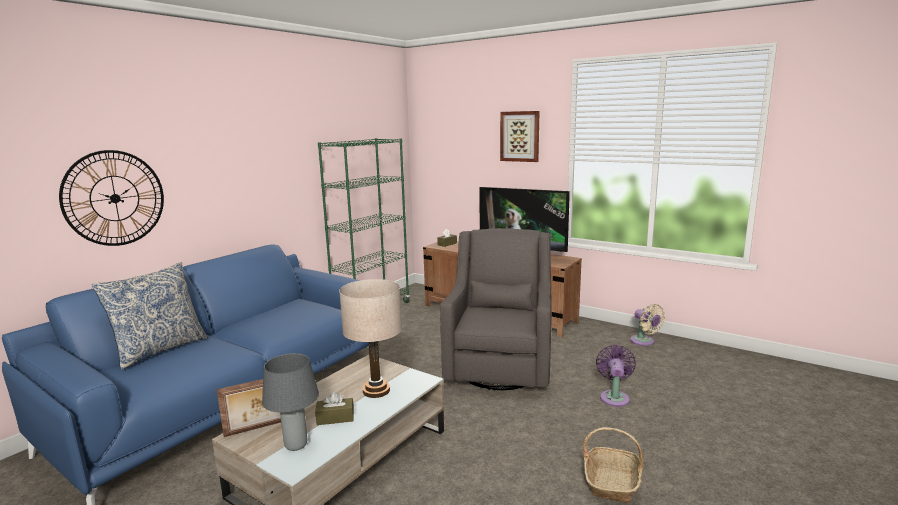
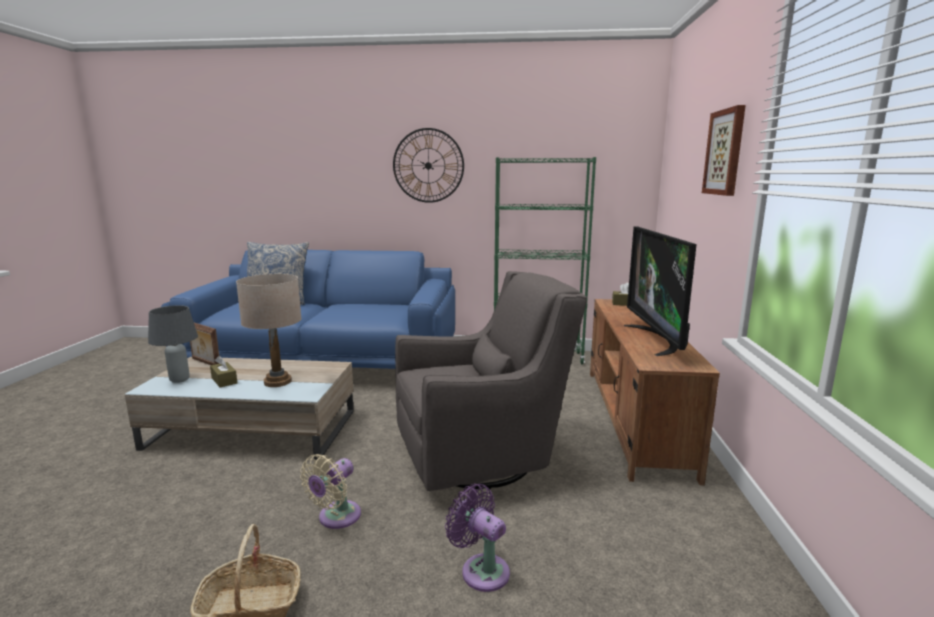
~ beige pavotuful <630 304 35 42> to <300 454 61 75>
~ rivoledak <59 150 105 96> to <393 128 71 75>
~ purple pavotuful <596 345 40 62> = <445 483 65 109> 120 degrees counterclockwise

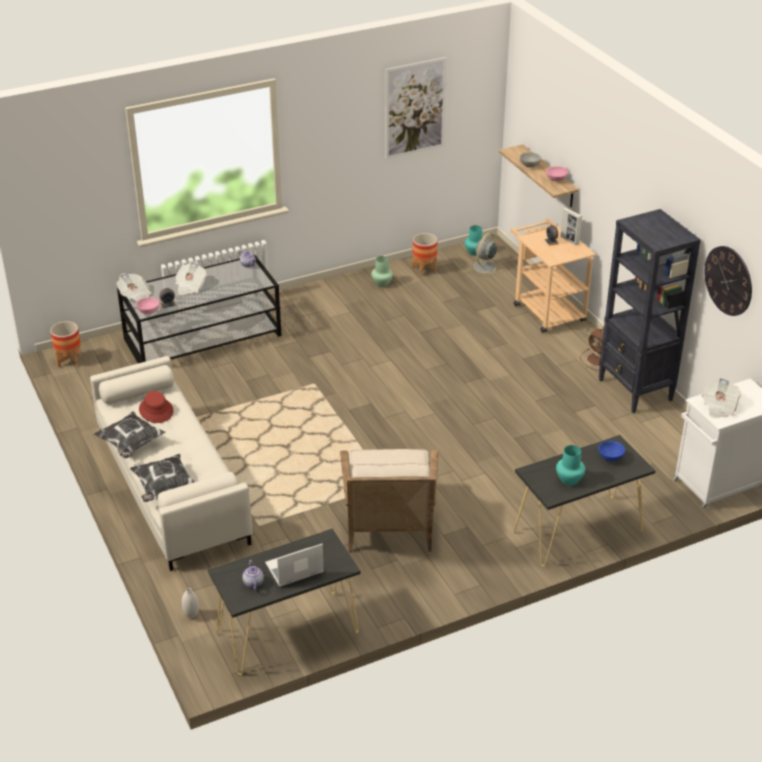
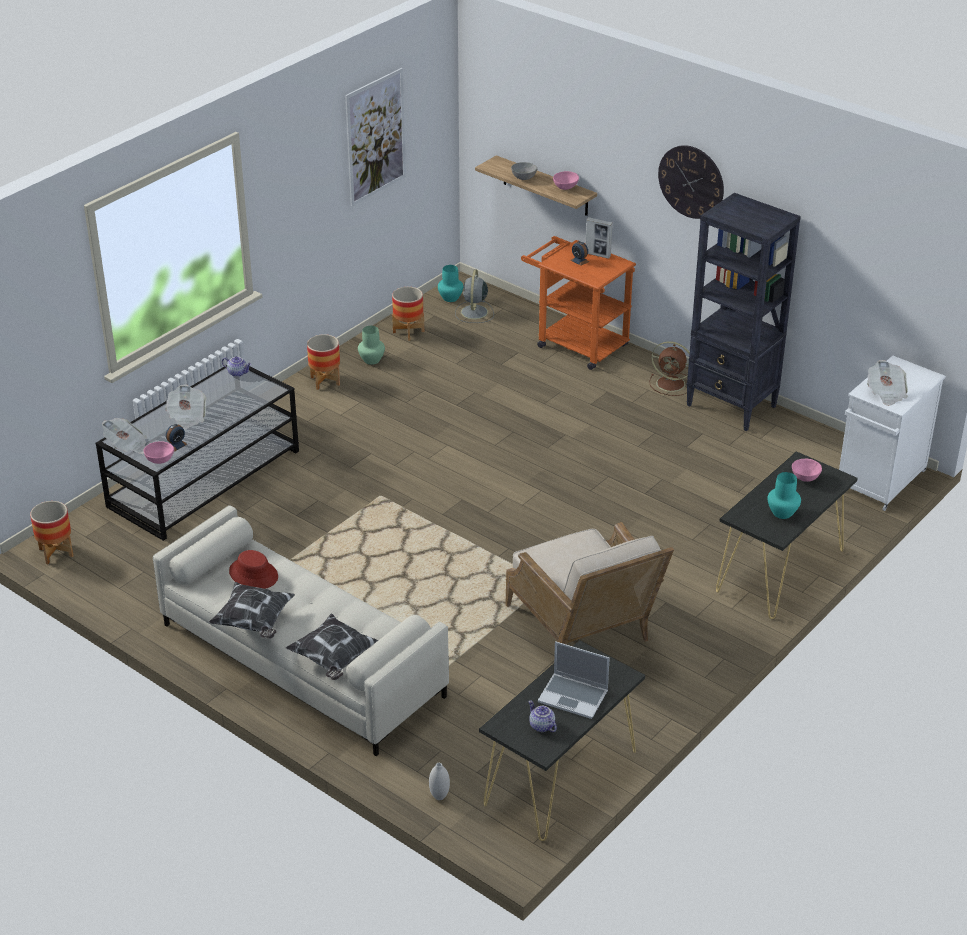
+ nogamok <307 334 33 56>
~ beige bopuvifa <510 219 86 114> to orange bopuvifa <521 236 115 134>
~ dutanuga <265 543 59 44> = <538 641 72 78> 105 degrees counterclockwise
~ rivoledak <705 246 47 70> to <658 145 66 74>
~ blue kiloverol <598 441 27 21> to pink kiloverol <792 459 30 23>

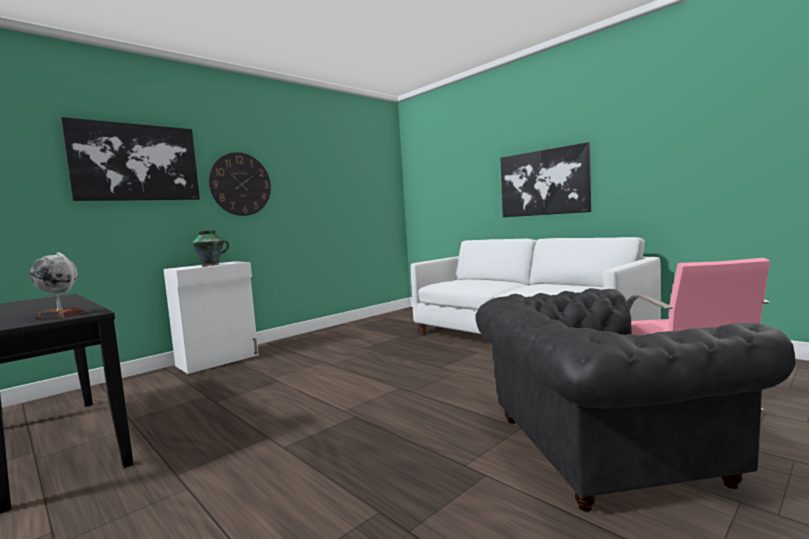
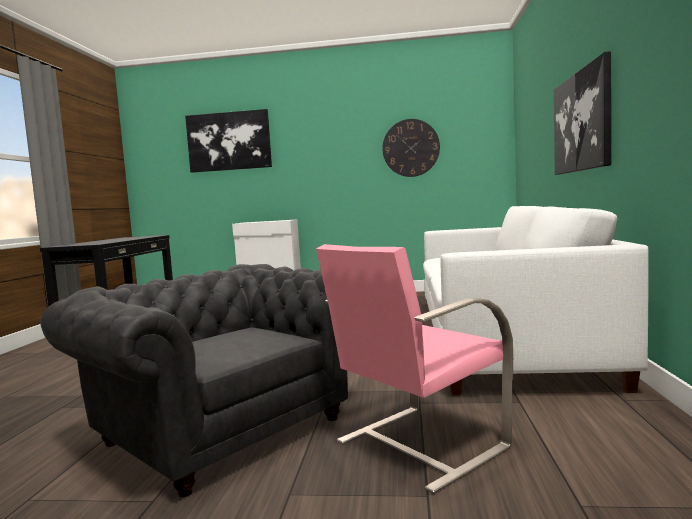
~ rivoledak <209 152 62 64> to <382 119 58 58>
- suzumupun <30 252 55 66>
- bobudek <193 230 36 36>

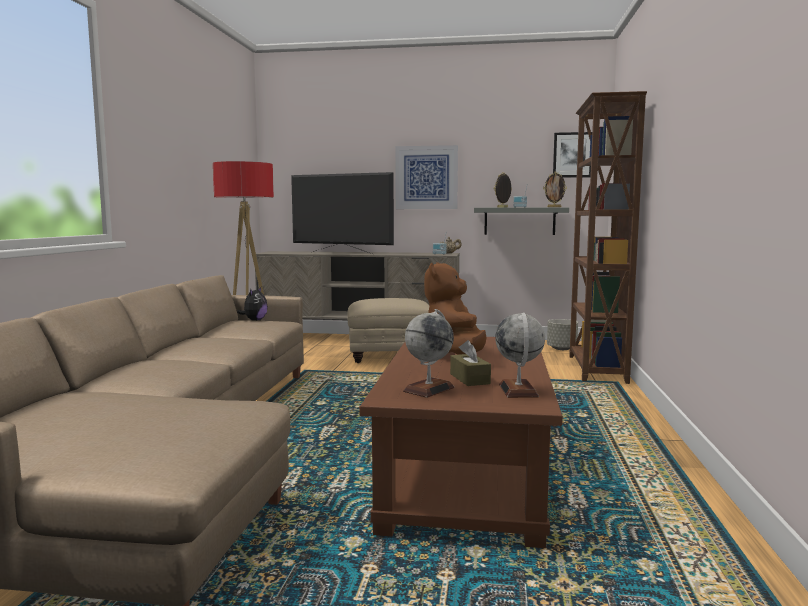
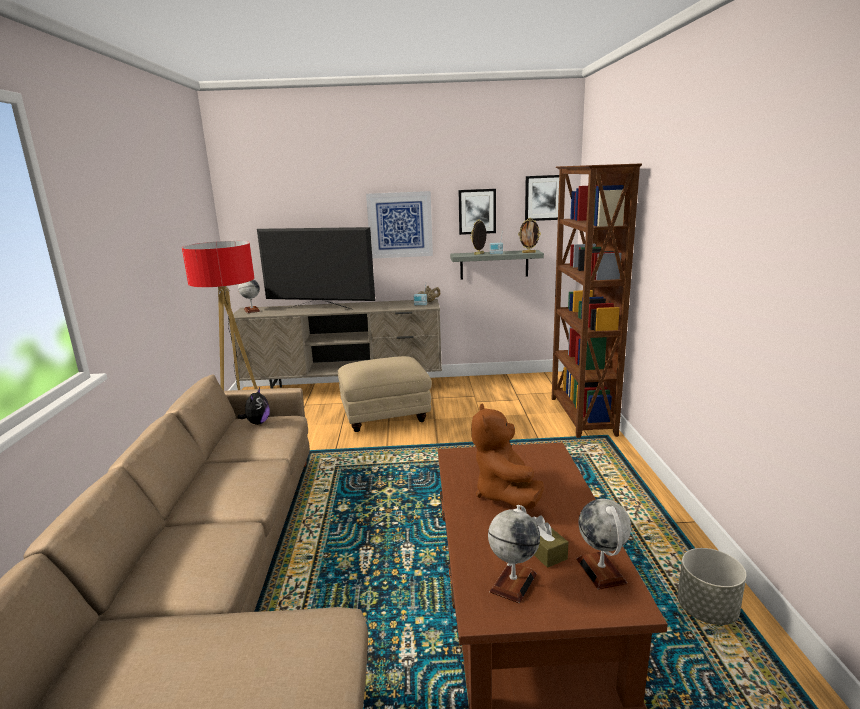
+ suzumupun <238 280 23 33>
+ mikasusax <458 189 38 46>
~ grey nogamok <547 319 31 31> to <678 548 68 77>

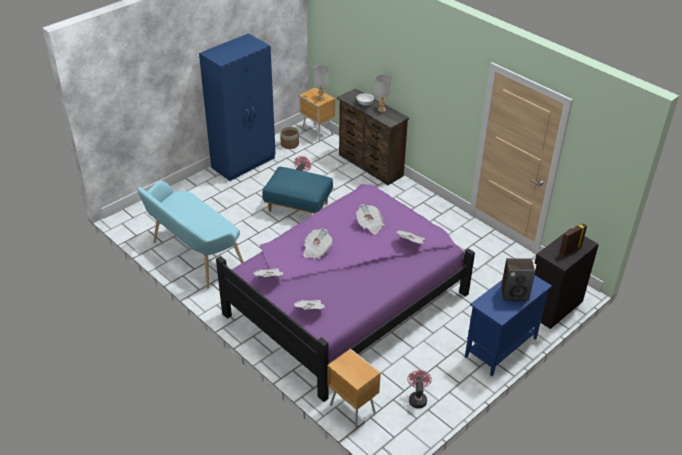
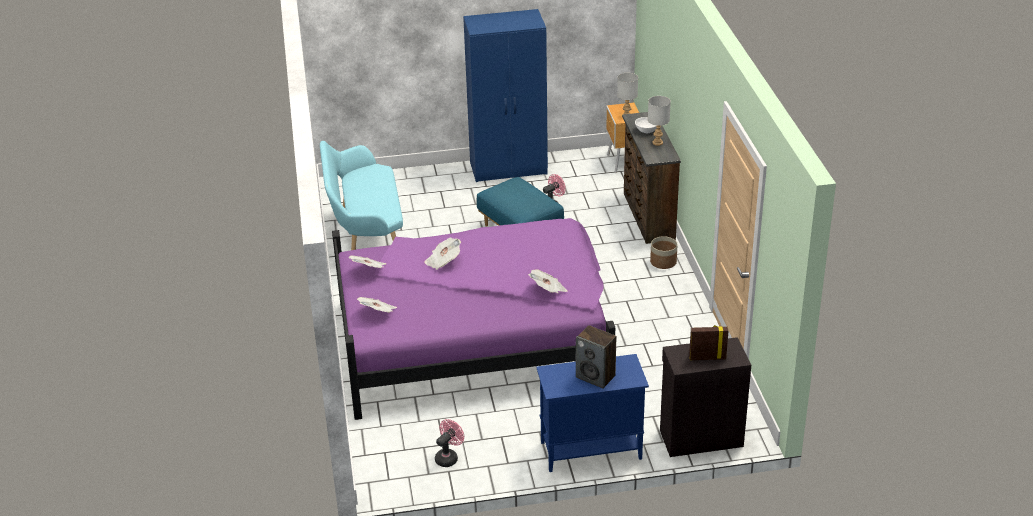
~ nogamok <280 127 19 22> to <650 236 28 33>
- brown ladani <327 349 54 79>
- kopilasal <356 204 29 30>

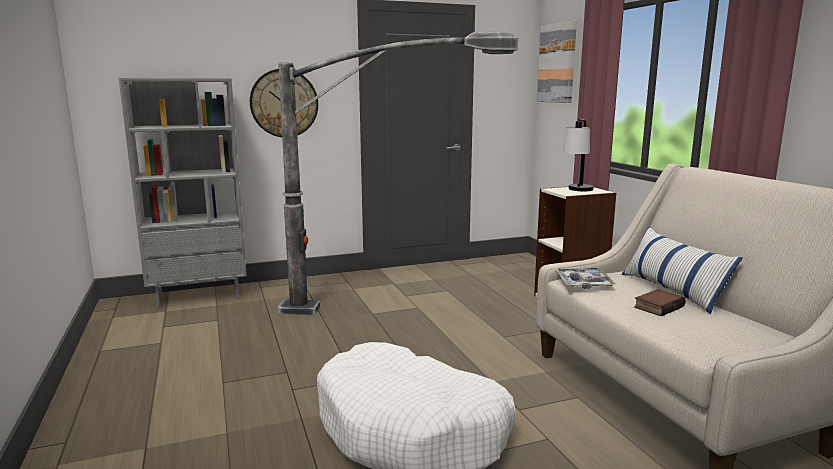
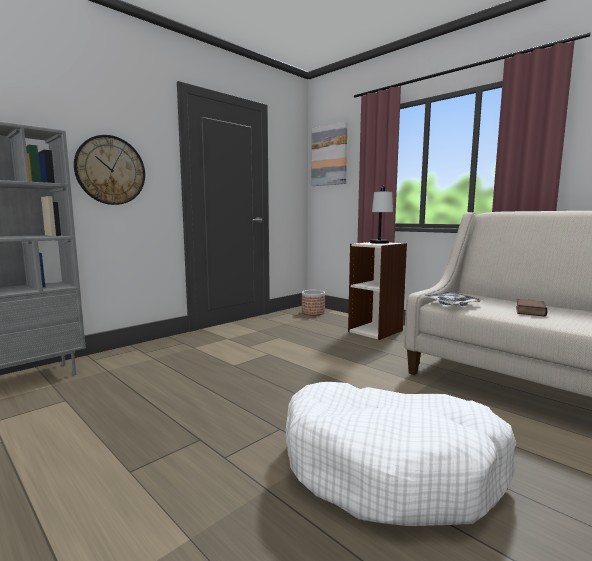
+ nogamok <302 290 23 25>
- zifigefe <278 32 240 283>
- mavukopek <622 227 121 87>

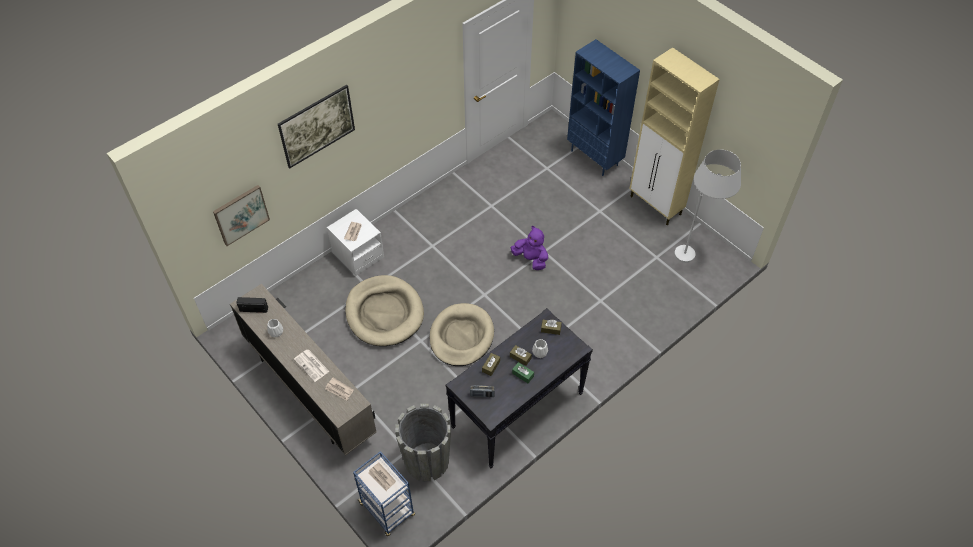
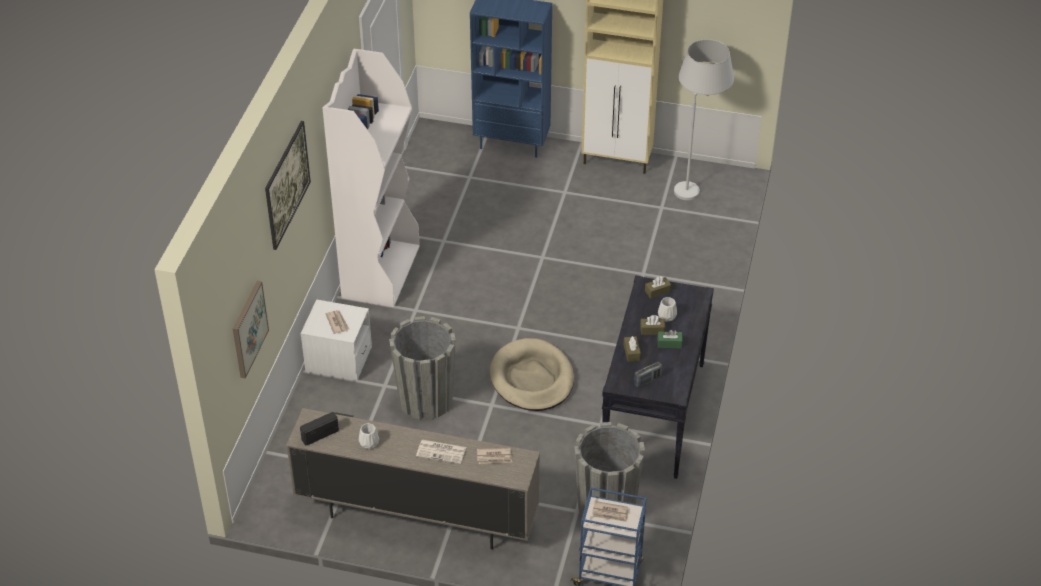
+ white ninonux <323 49 97 258>
~ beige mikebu <345 275 79 71> to grey nogamok <389 316 67 104>
- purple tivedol <511 226 37 44>

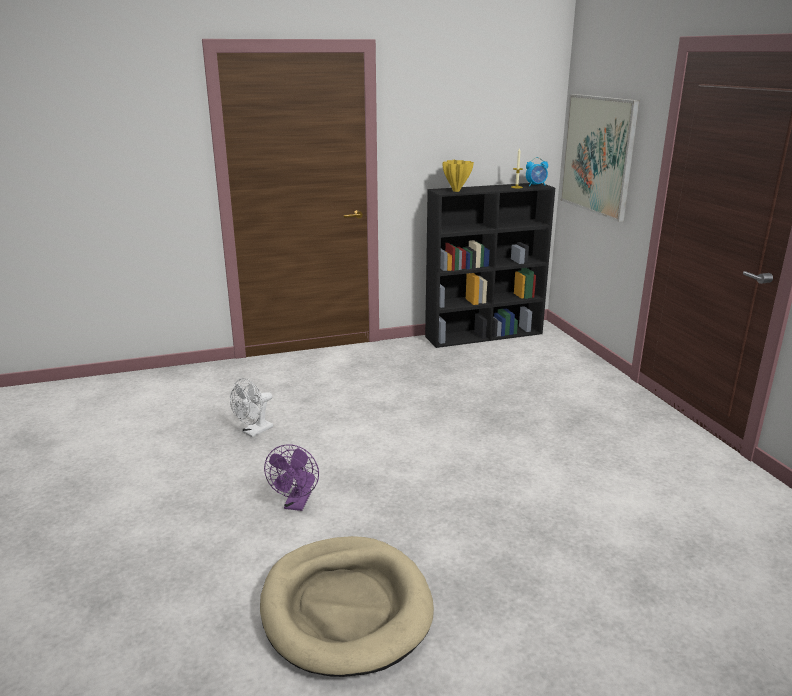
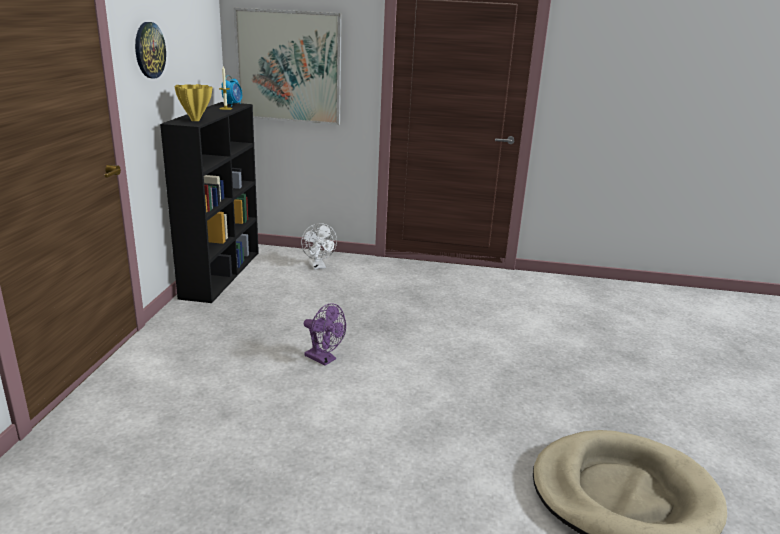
+ rivoledak <135 22 31 57>
~ white pavotuful <230 378 43 59> to <301 223 36 47>
~ purple pavotuful <264 444 55 67> to <304 303 42 63>

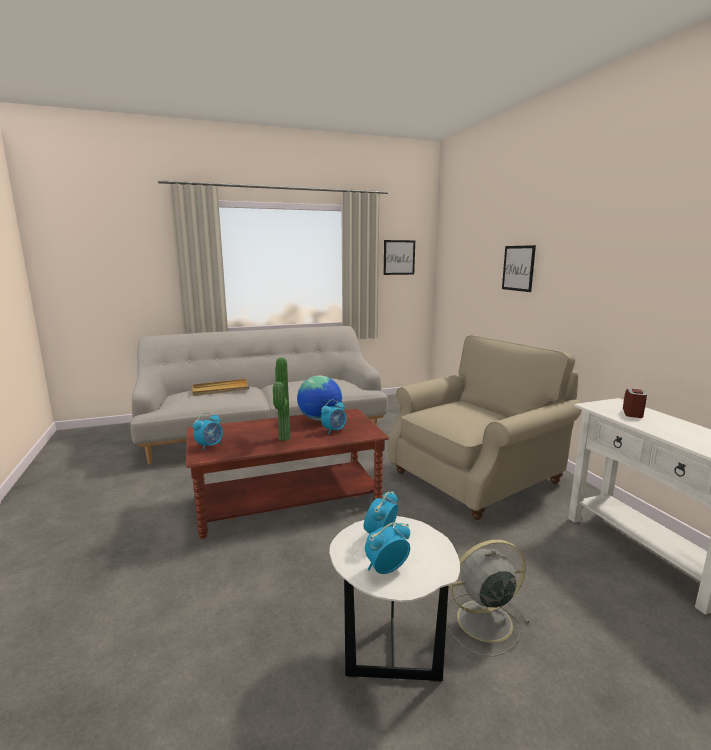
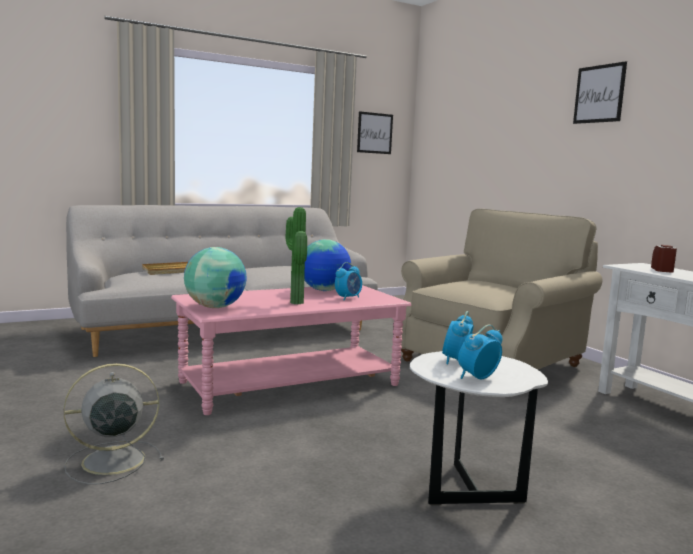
~ grey pavotuful <446 539 84 118> to <64 363 100 122>
~ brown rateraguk <186 408 203 131> to pink rateraguk <171 285 241 130>
~ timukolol <193 413 30 38> to suzumupun <184 247 63 61>
~ mikasusax <502 245 34 47> to <573 61 54 63>

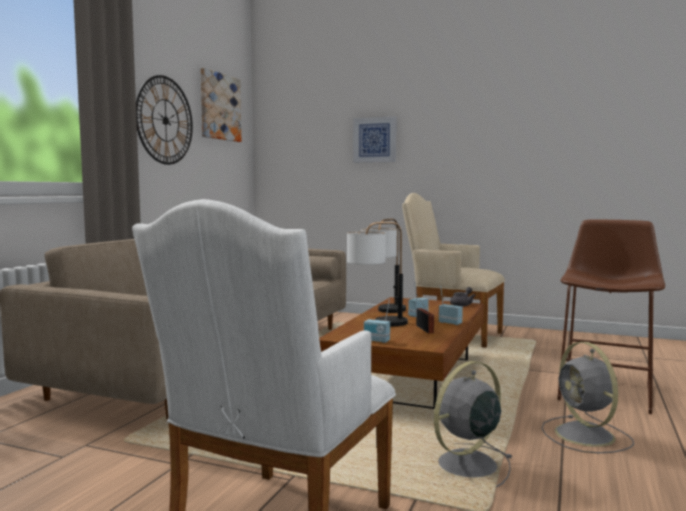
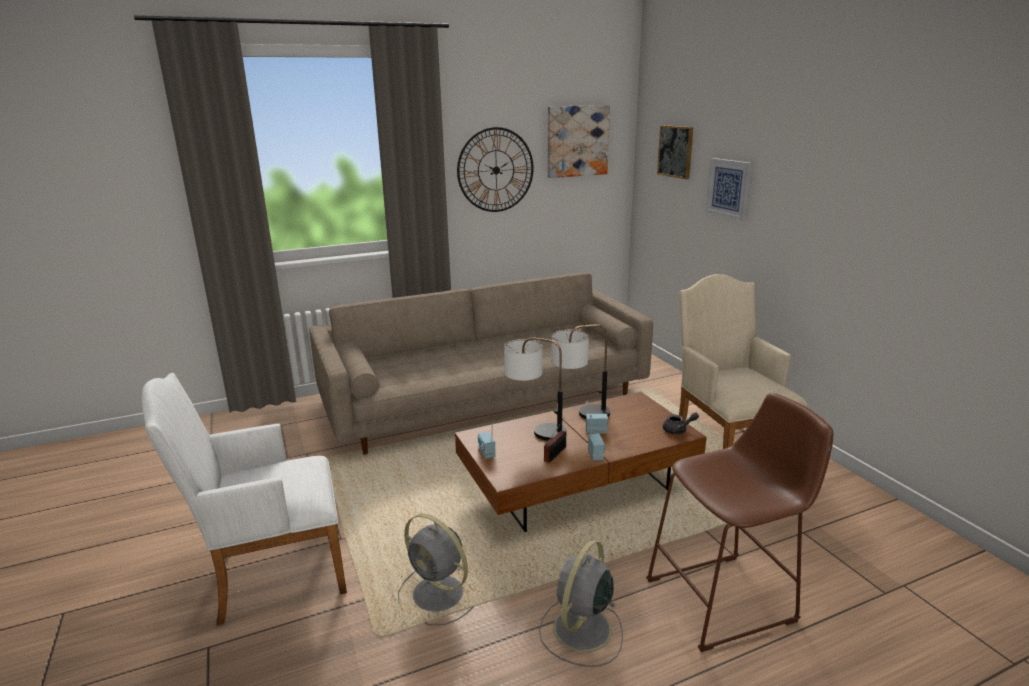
~ grey pavotuful <434 361 79 127> = <398 514 77 111> 150 degrees counterclockwise
+ mikasusax <657 125 36 54>

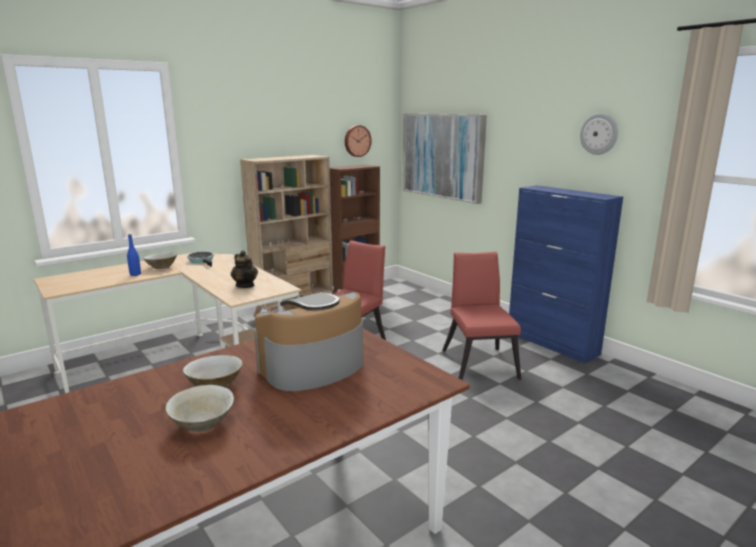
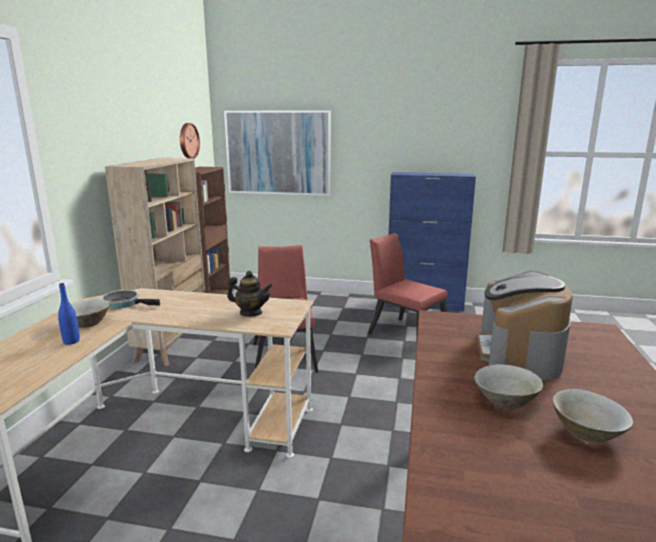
- rivoledak <580 113 38 42>

